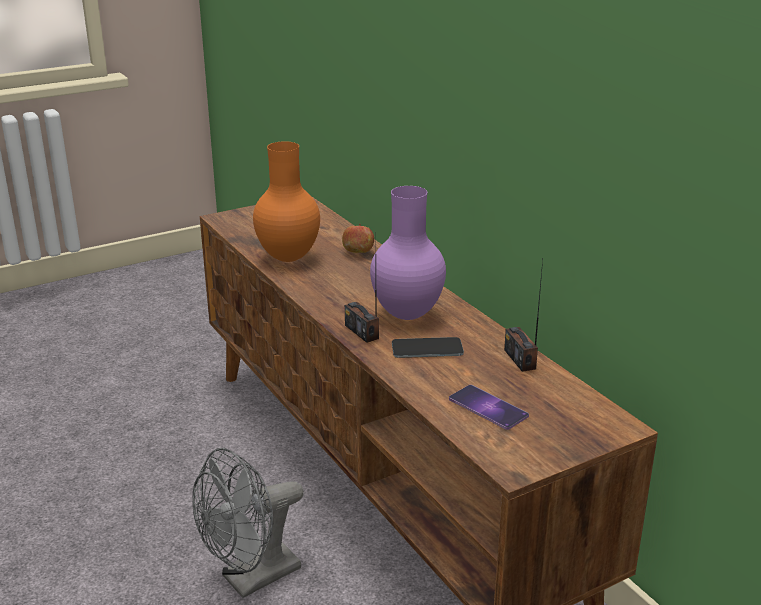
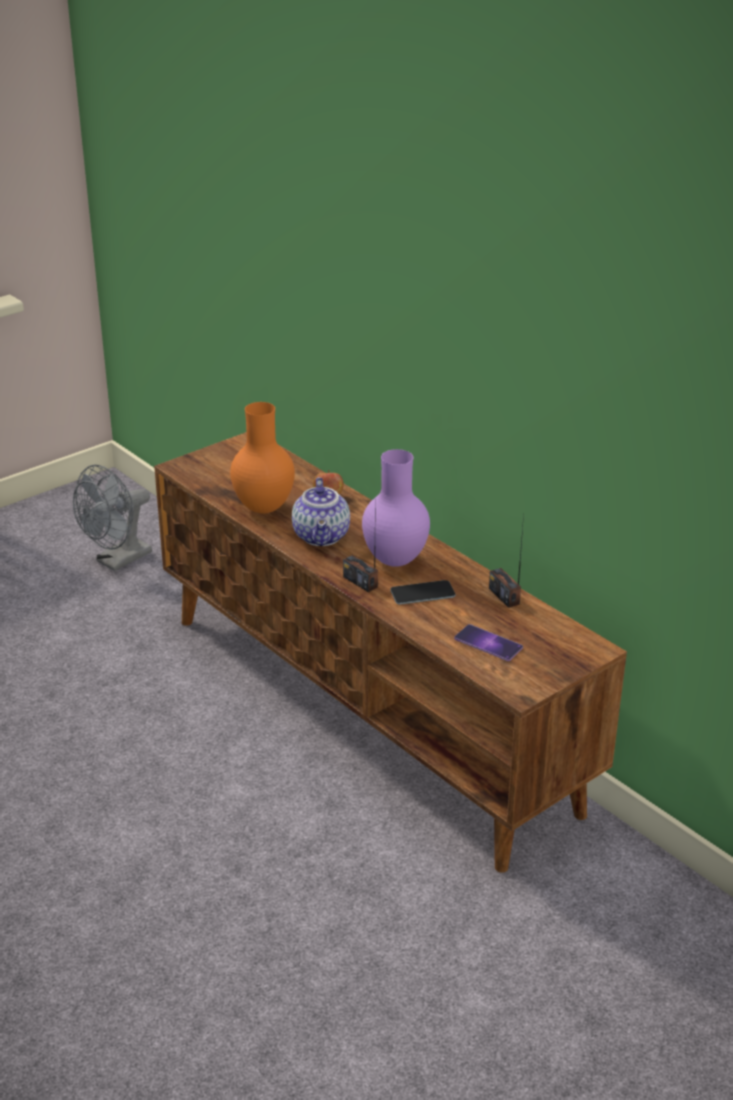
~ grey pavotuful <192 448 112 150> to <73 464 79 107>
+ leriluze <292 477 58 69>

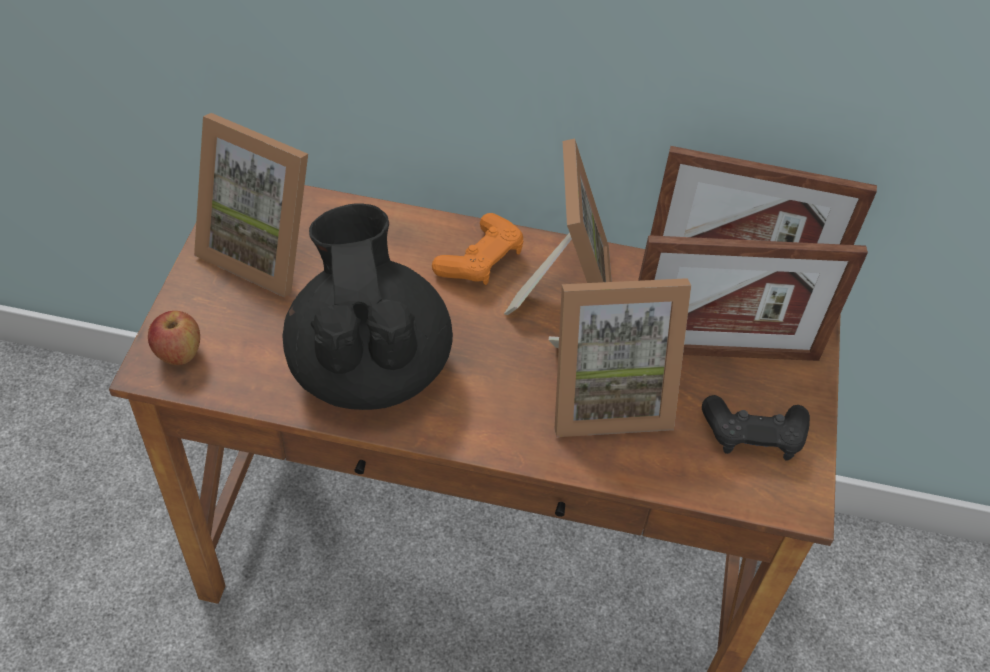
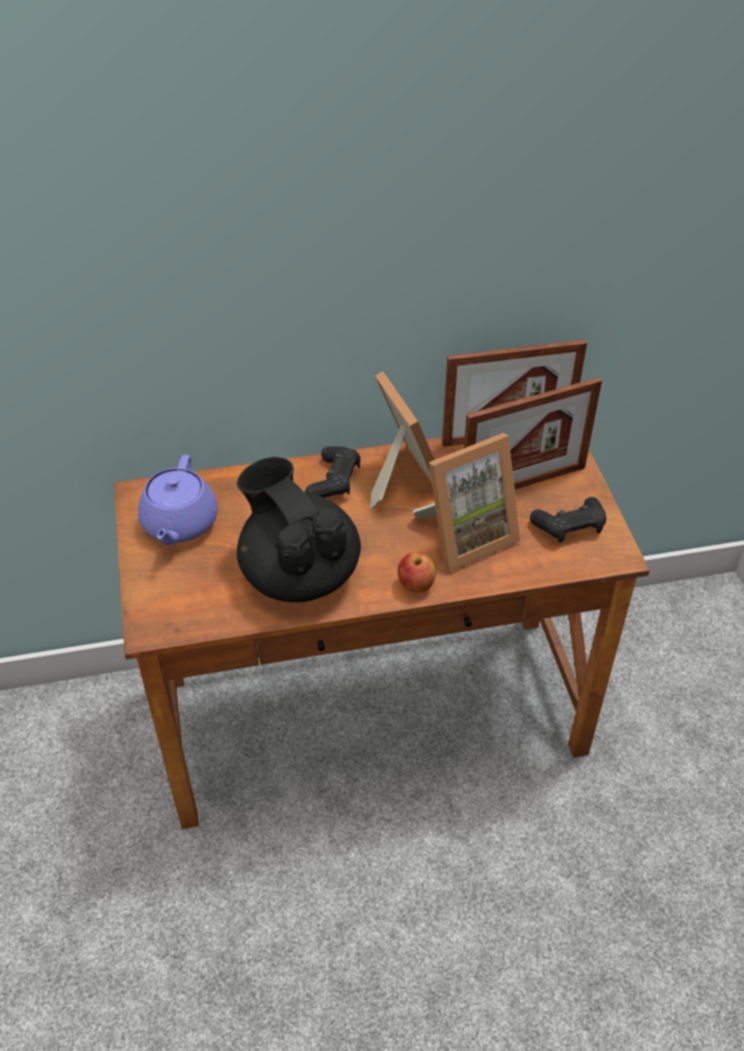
~ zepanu <194 113 114 184> to purple leriluze <138 455 80 90>
~ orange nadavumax <432 213 91 72> to black nadavumax <305 446 55 52>
~ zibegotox <148 311 52 54> to <398 552 38 40>

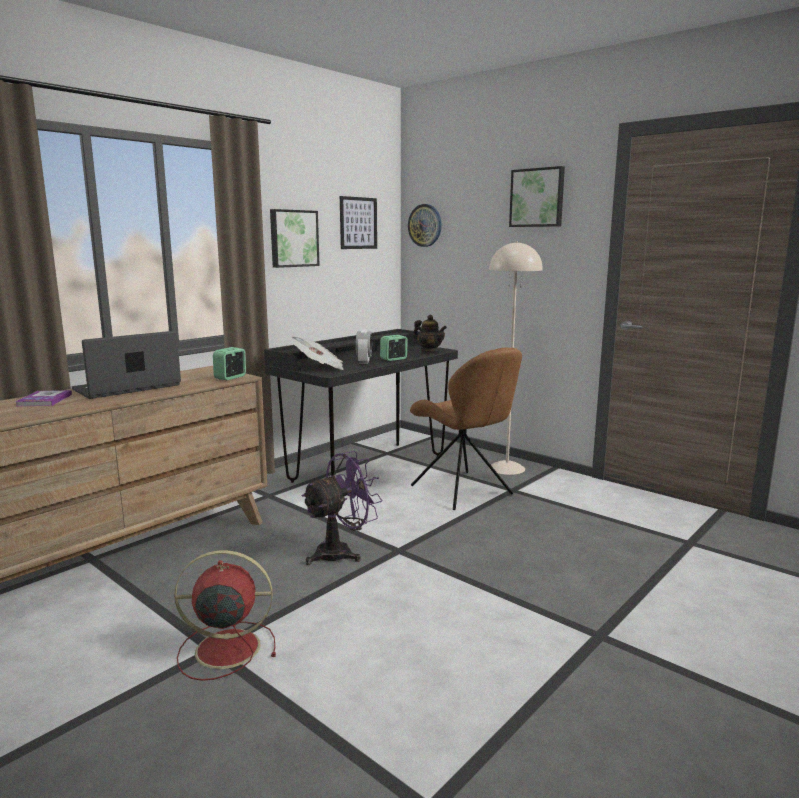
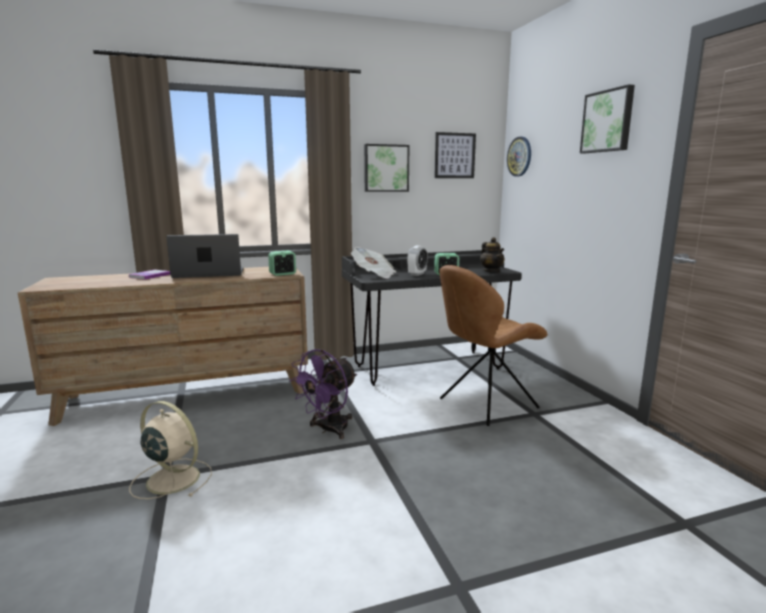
~ red pavotuful <174 550 102 131> to beige pavotuful <129 401 83 98>
~ purple pavotuful <302 451 81 114> = <289 349 68 90> 135 degrees clockwise
~ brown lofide <410 347 112 163> = <439 265 108 161> 60 degrees clockwise
- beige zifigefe <489 241 54 234>

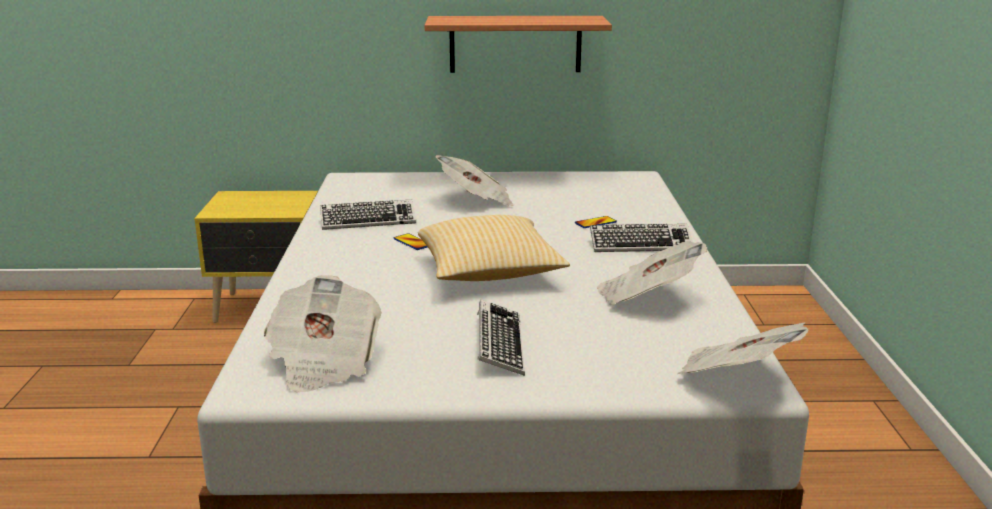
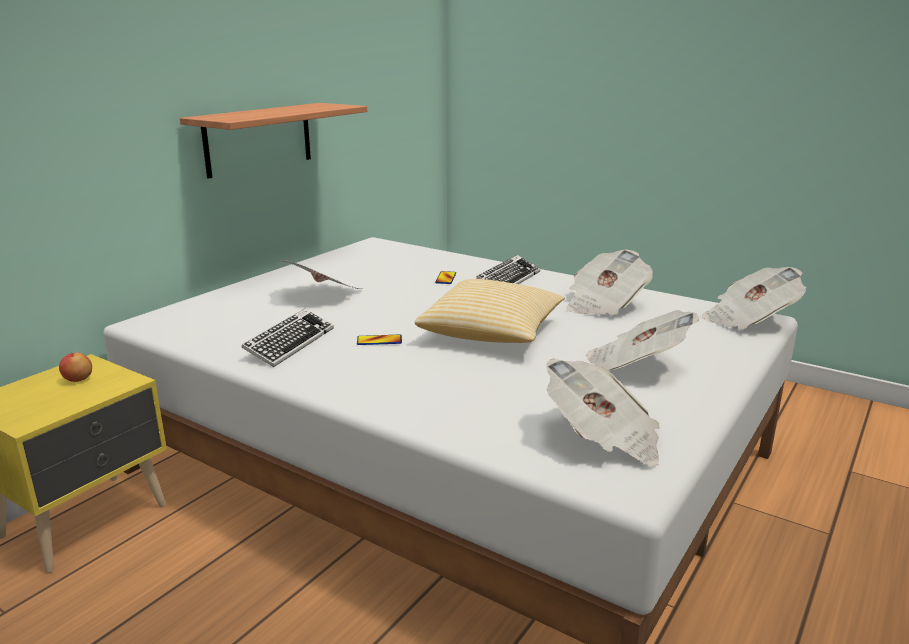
+ zibegotox <59 352 33 30>
~ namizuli <477 299 48 77> to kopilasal <586 310 113 60>

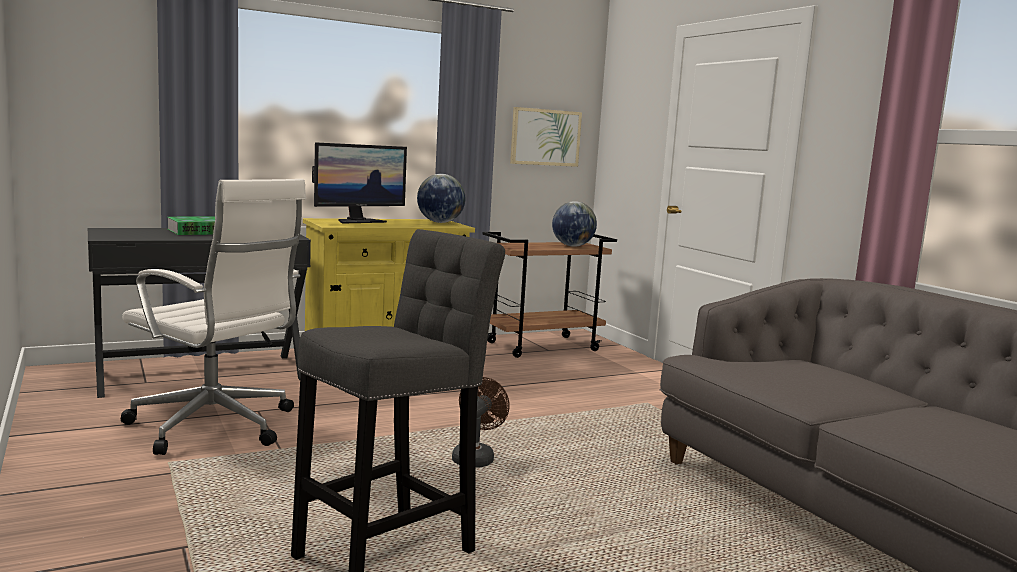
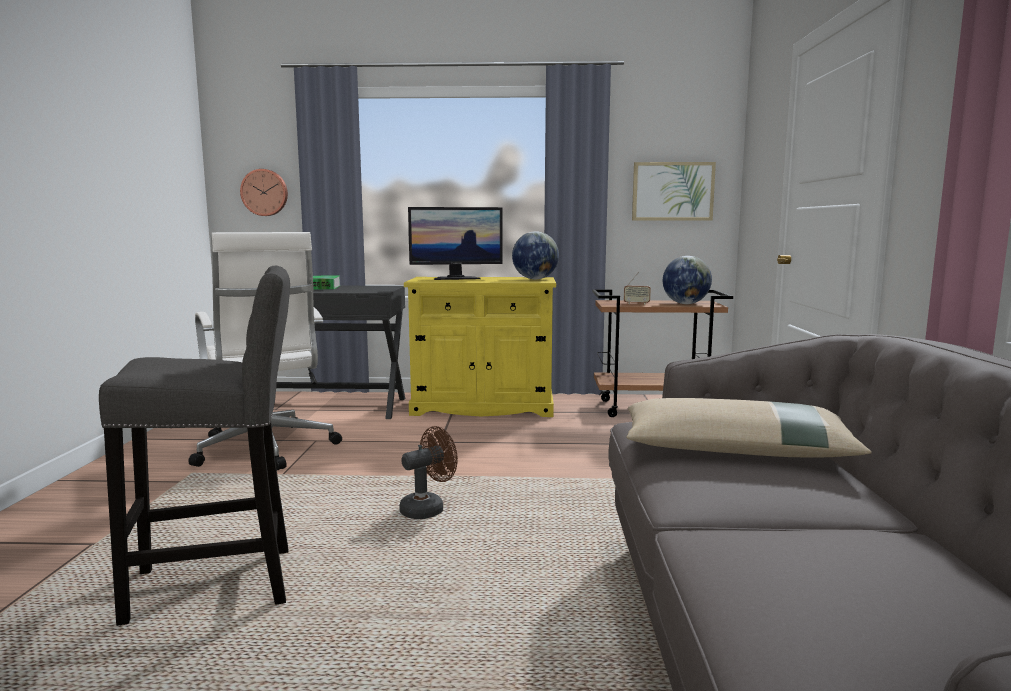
+ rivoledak <240 169 48 47>
+ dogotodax <624 272 27 33>
+ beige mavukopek <626 398 246 60>

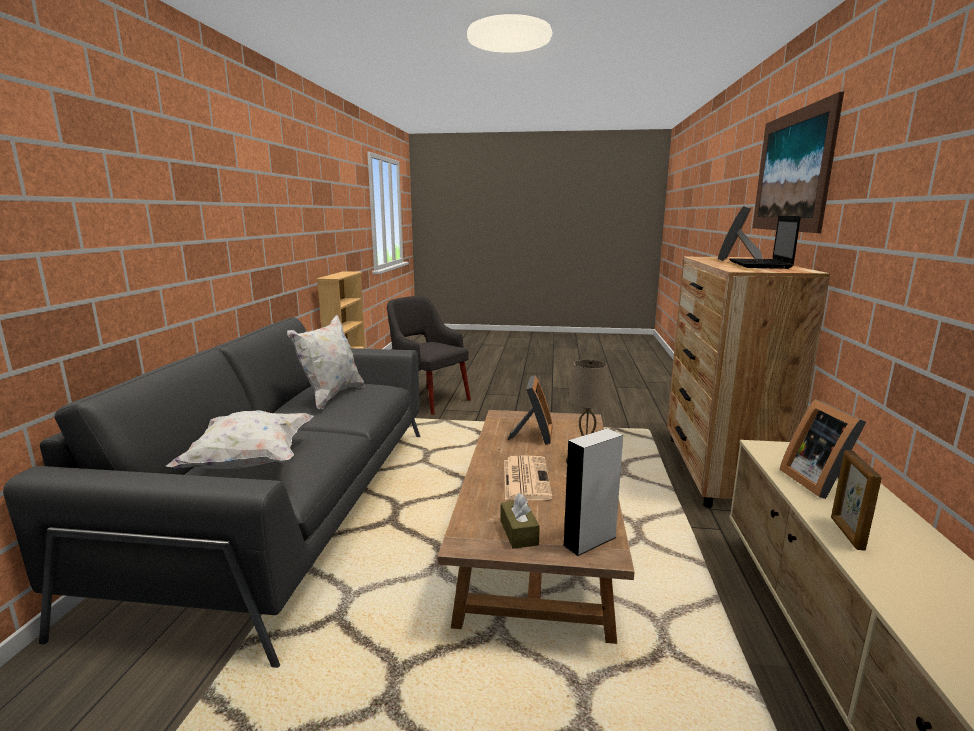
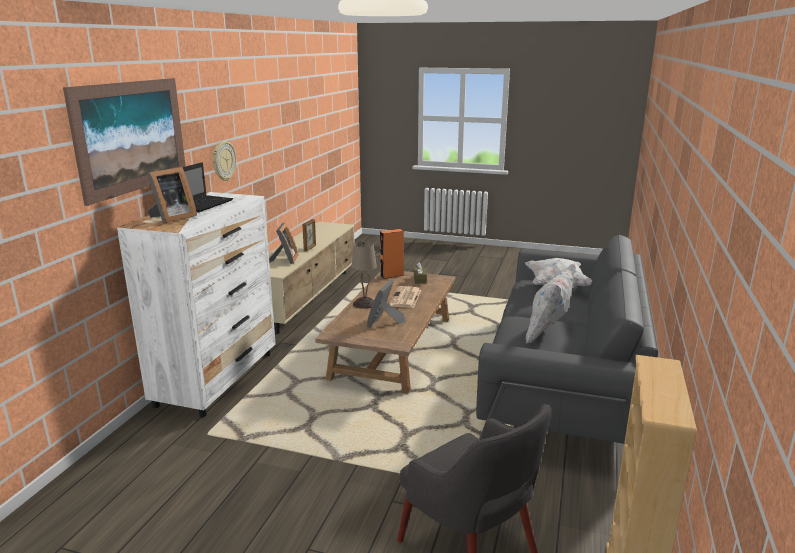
~ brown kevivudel <667 257 163 251> to white kevivudel <117 192 159 225>
+ rivoledak <213 141 23 40>
~ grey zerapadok <563 428 60 128> to orange zerapadok <380 229 24 50>

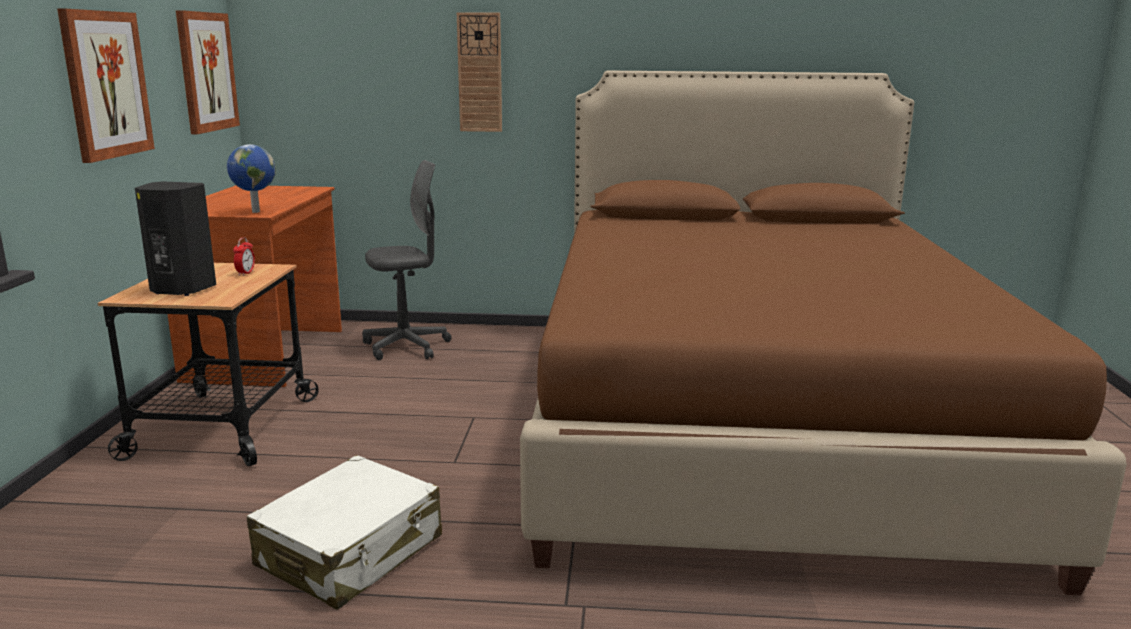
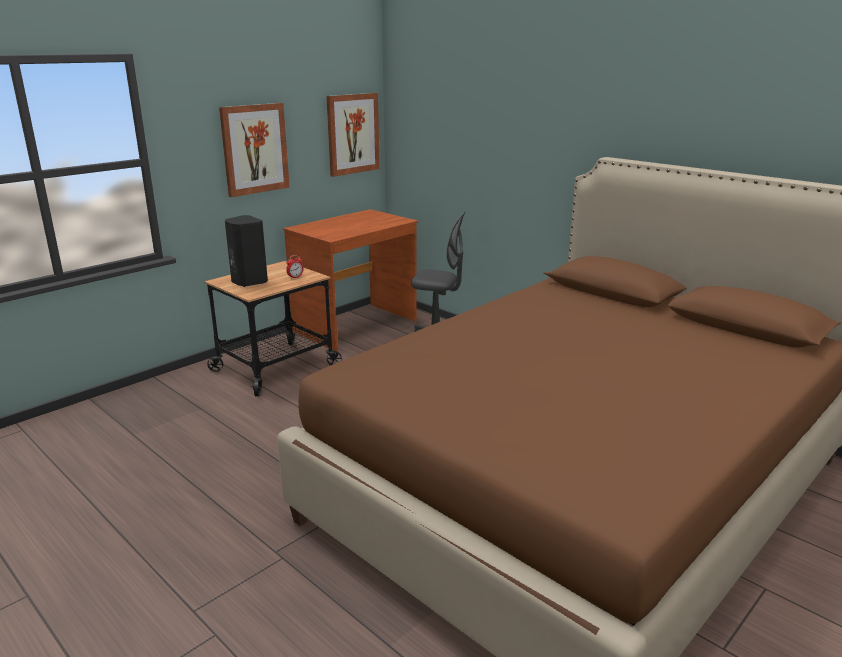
- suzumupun <227 144 49 69>
- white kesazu <247 455 195 155>
- rivoledak <457 12 45 120>

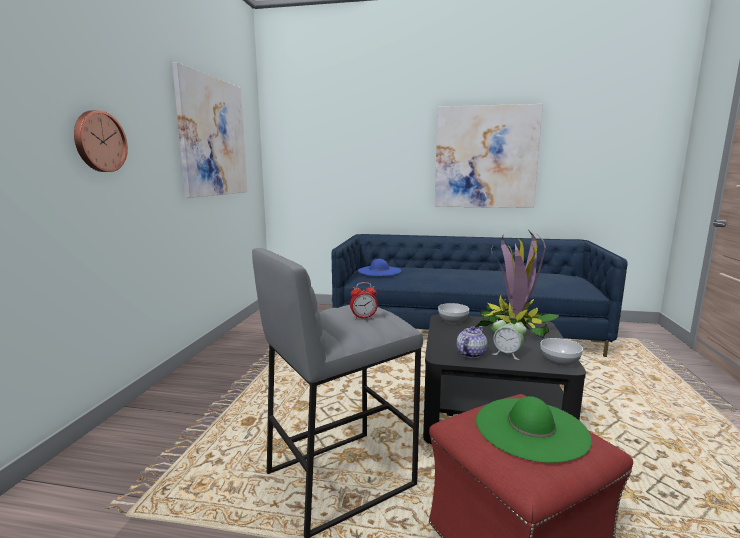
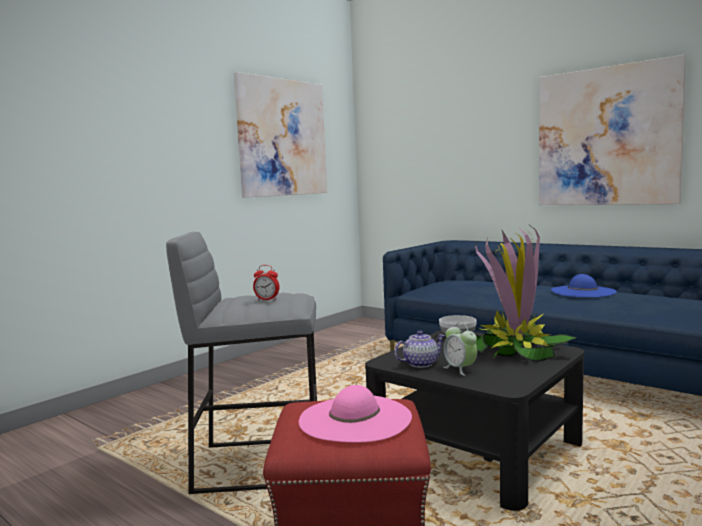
~ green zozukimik <476 396 116 67> to pink zozukimik <299 385 113 58>
~ blue zozukimik <358 259 43 17> to <551 274 66 23>
- rivoledak <74 110 54 62>
- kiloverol <541 338 42 29>

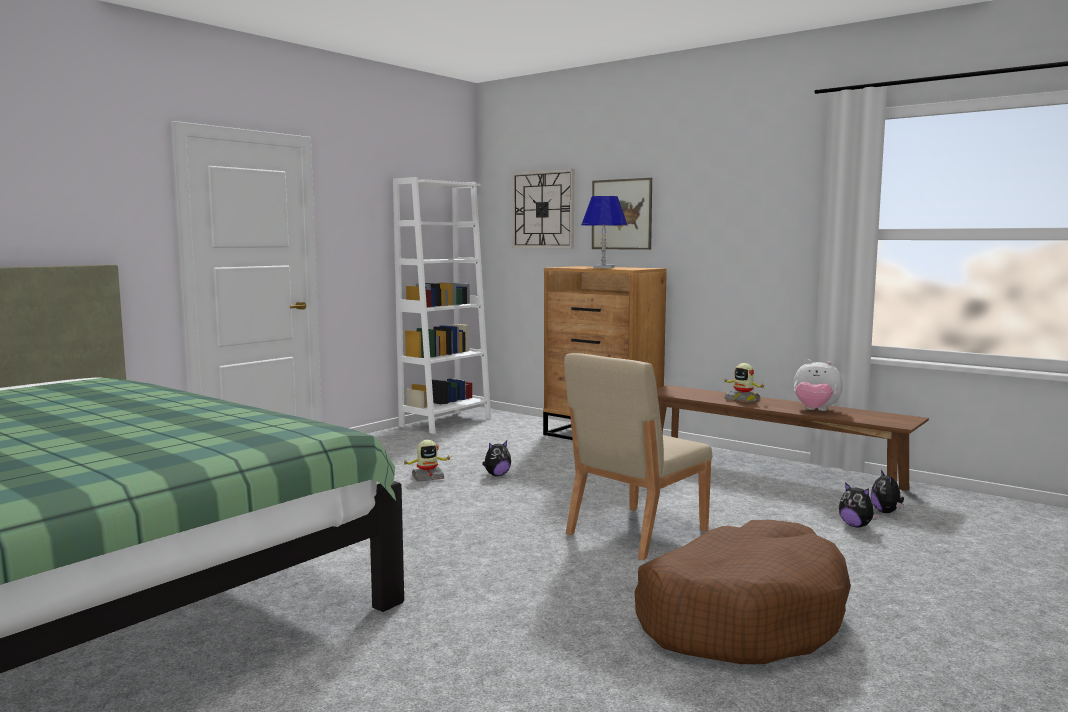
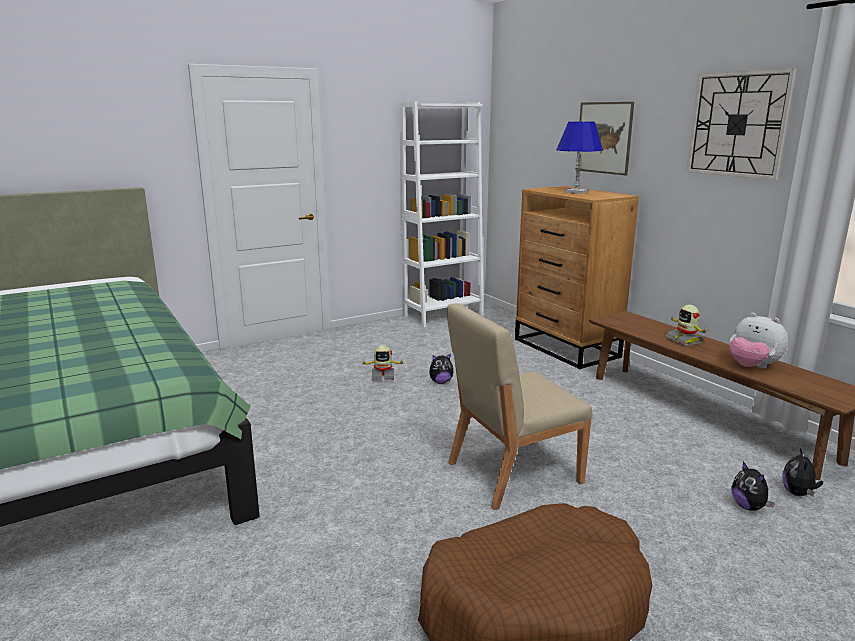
~ rivoledak <512 169 62 80> to <686 68 111 112>

